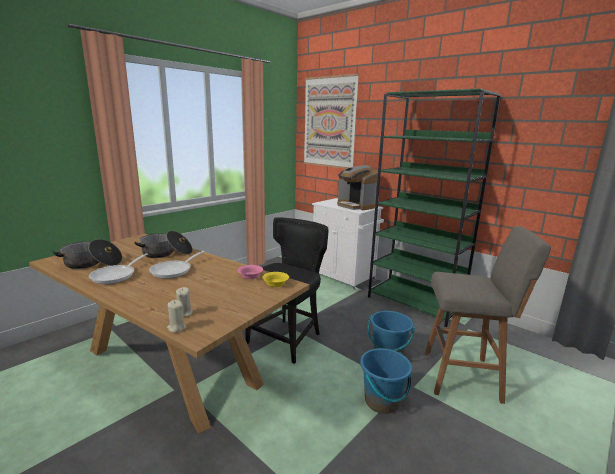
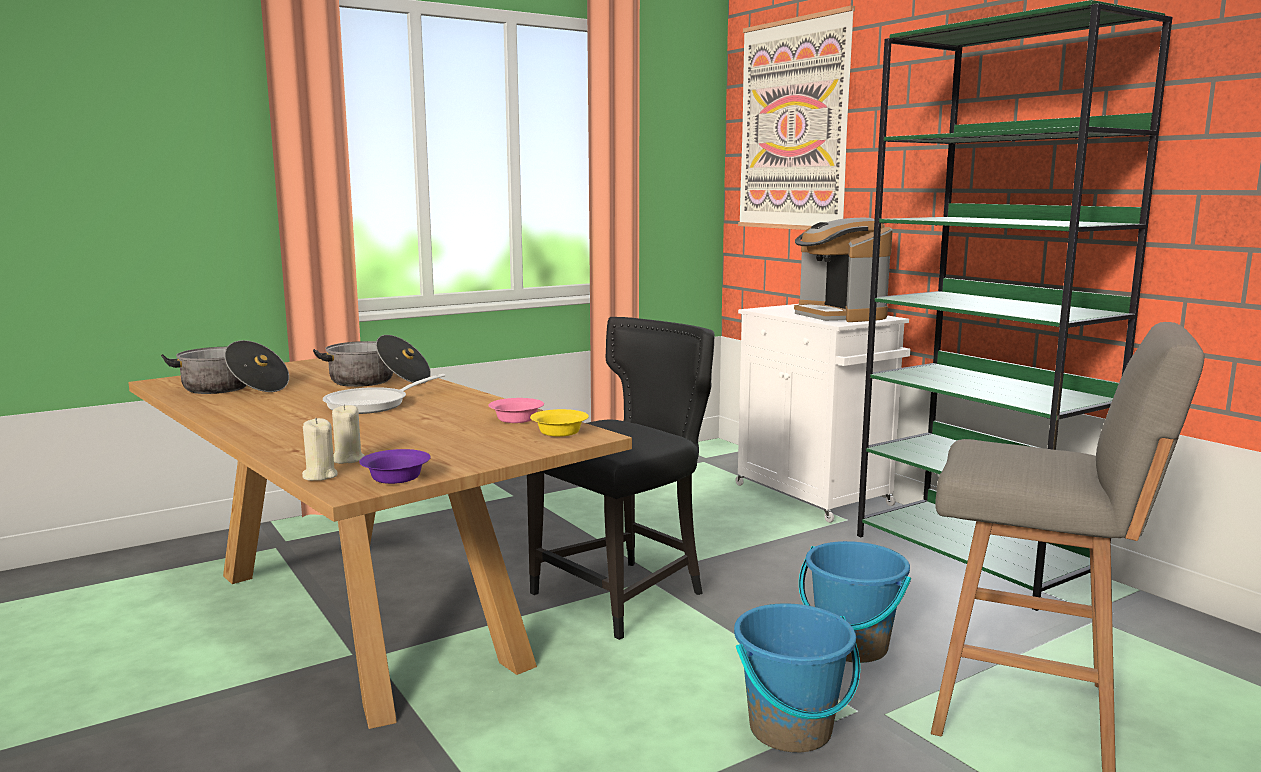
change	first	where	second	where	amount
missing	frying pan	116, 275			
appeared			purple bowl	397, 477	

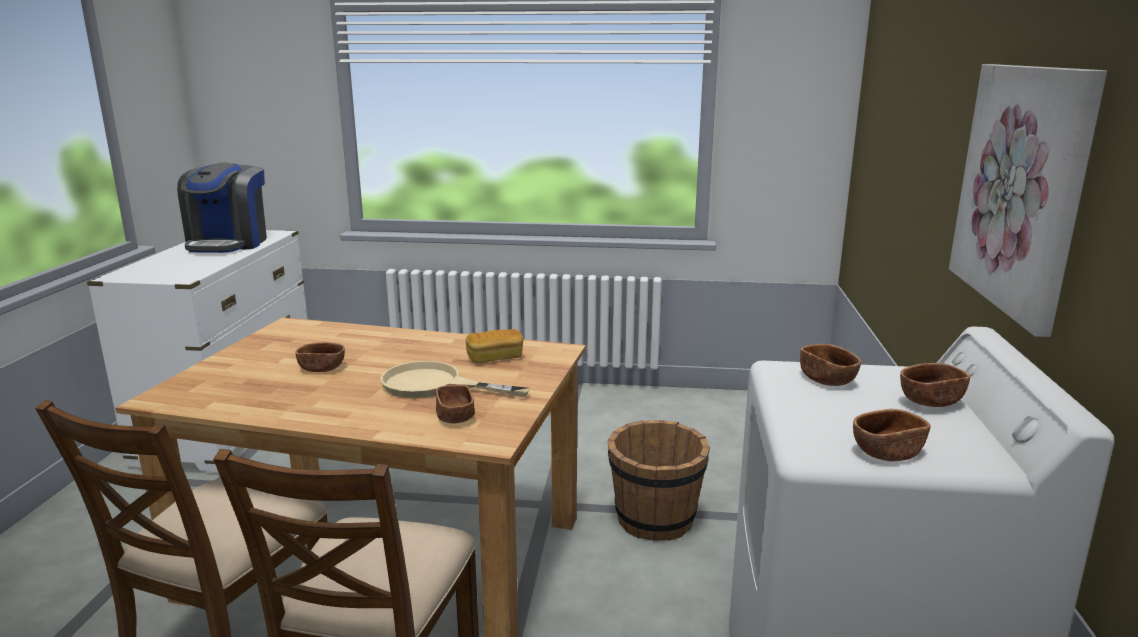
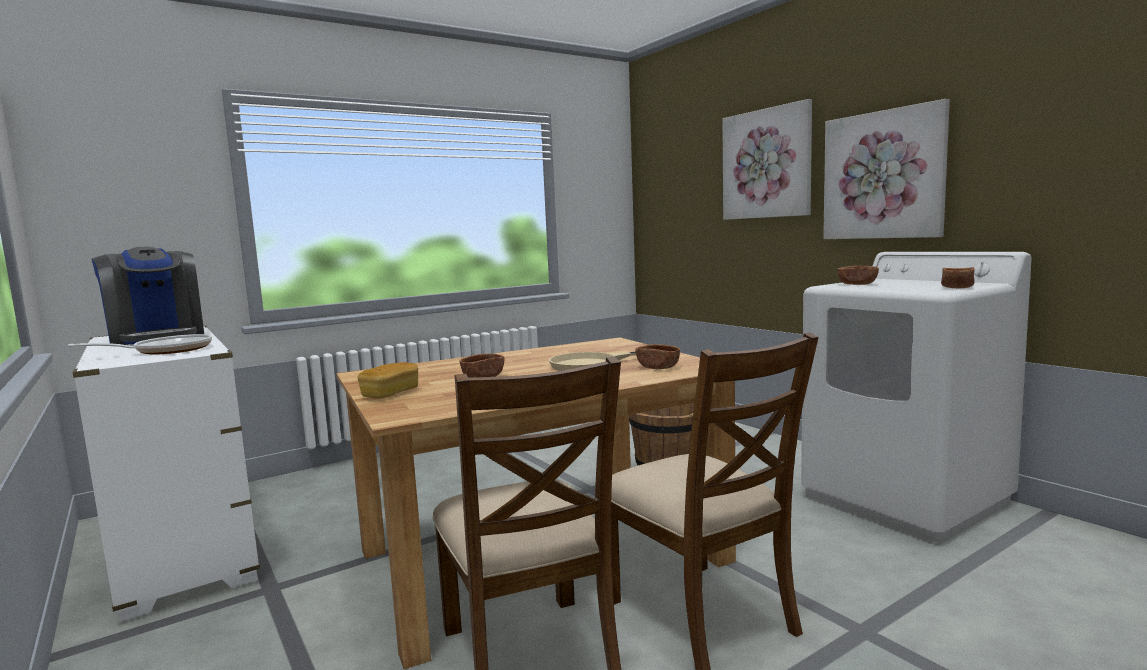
change	first	where	second	where	amount
relocated	bread	495, 358		390, 393	
missing	brown bowl	931, 401			
appeared			picture	767, 164	
appeared			frying pan	166, 351	

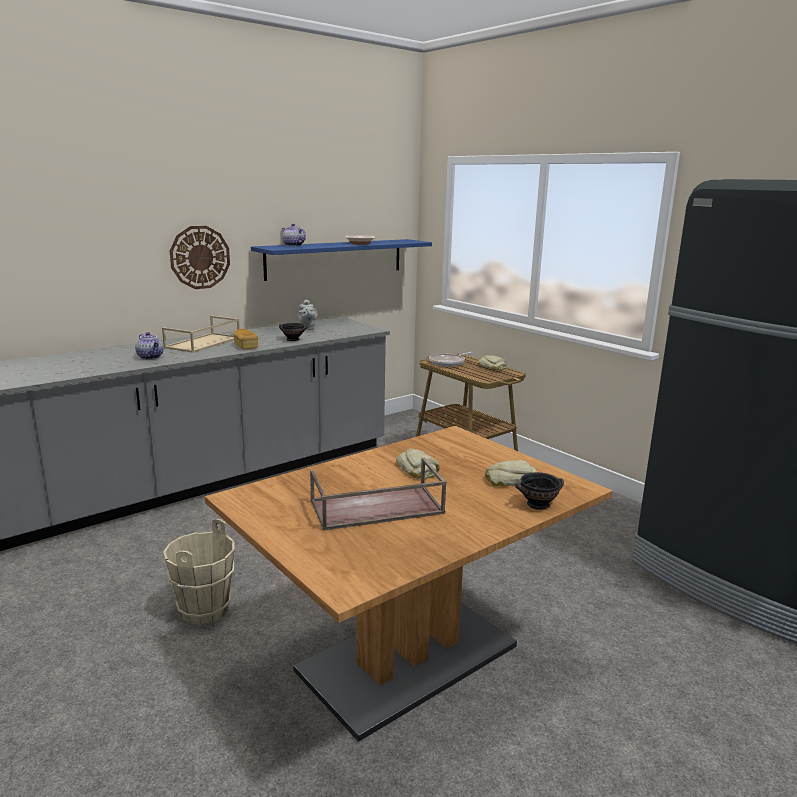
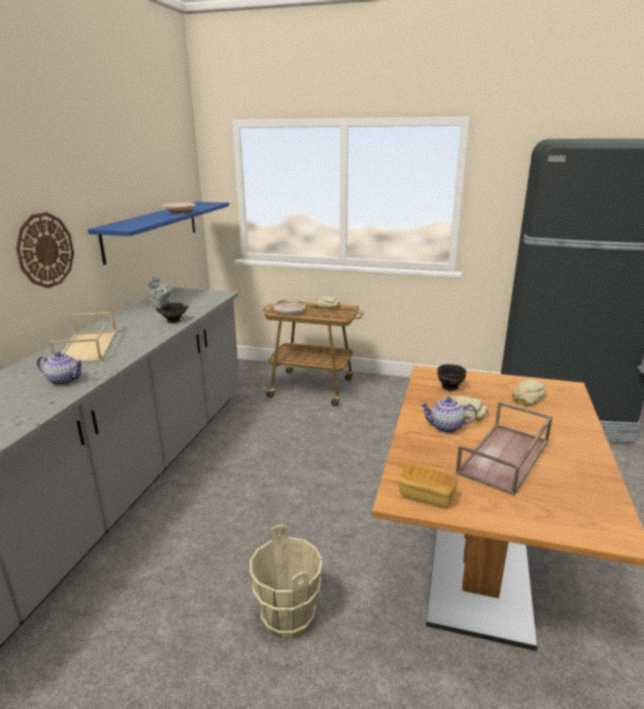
change	first	where	second	where	amount
relocated	teapot	293, 245		446, 427	
relocated	bread	246, 346		426, 496	
relocated	black bowl	537, 504		449, 387	

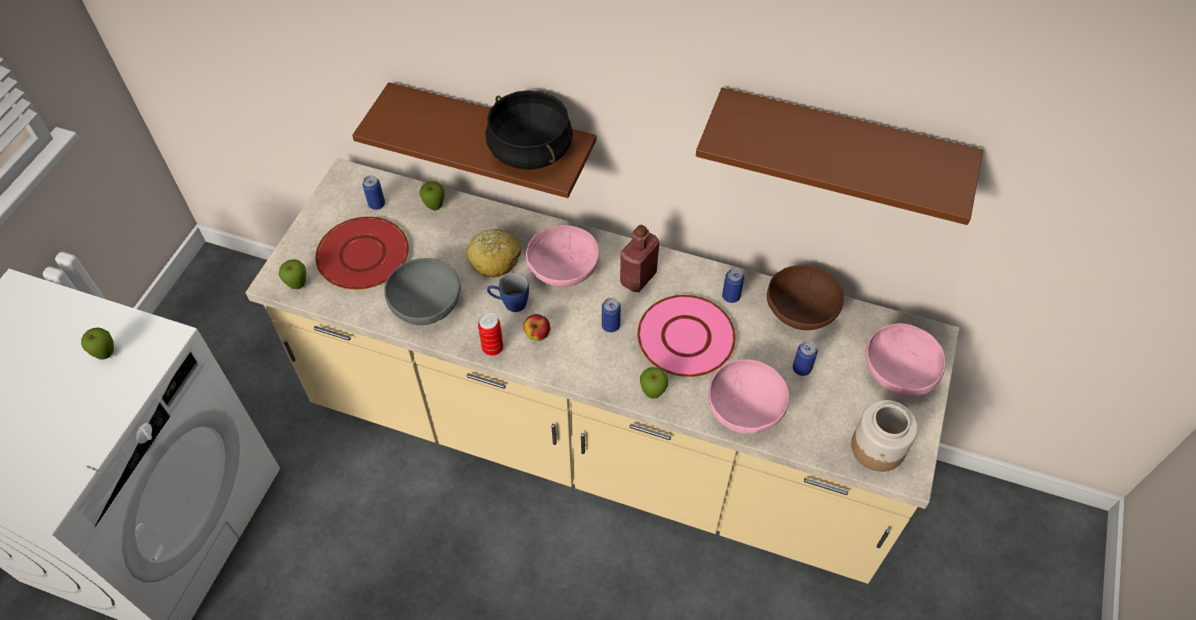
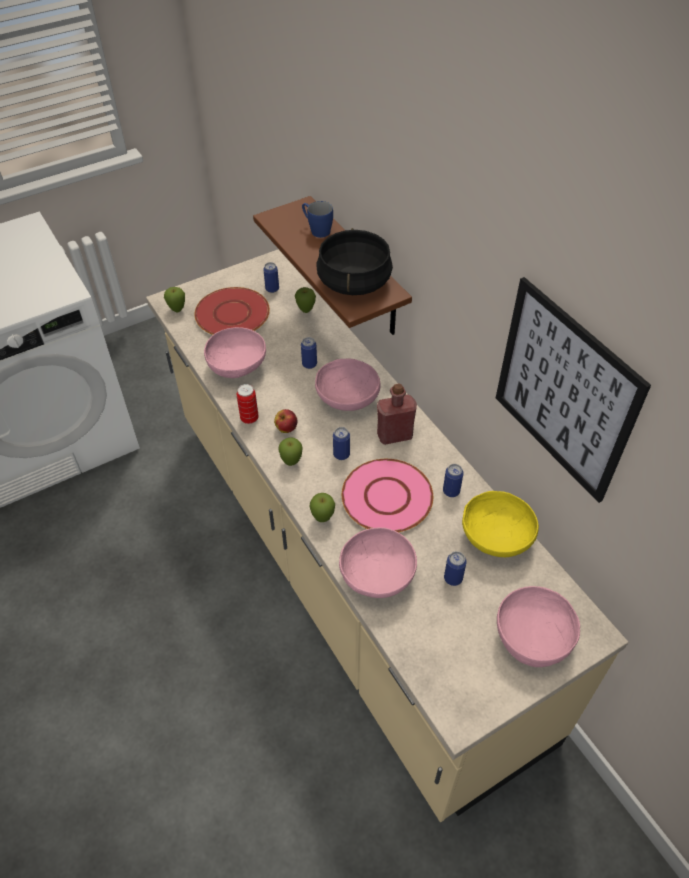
change	first	where	second	where	amount
exchanged	brown shelf	840, 149	picture	564, 391	
exchanged	bread	494, 259	can	309, 364	
colour	grey bowl	427, 305	pink bowl	238, 367	
colour	brown bowl	800, 312	yellow bowl	495, 538	
relocated	blue mug	509, 303		316, 230	
relocated	apple	107, 355		291, 462	
missing	jar	878, 448			

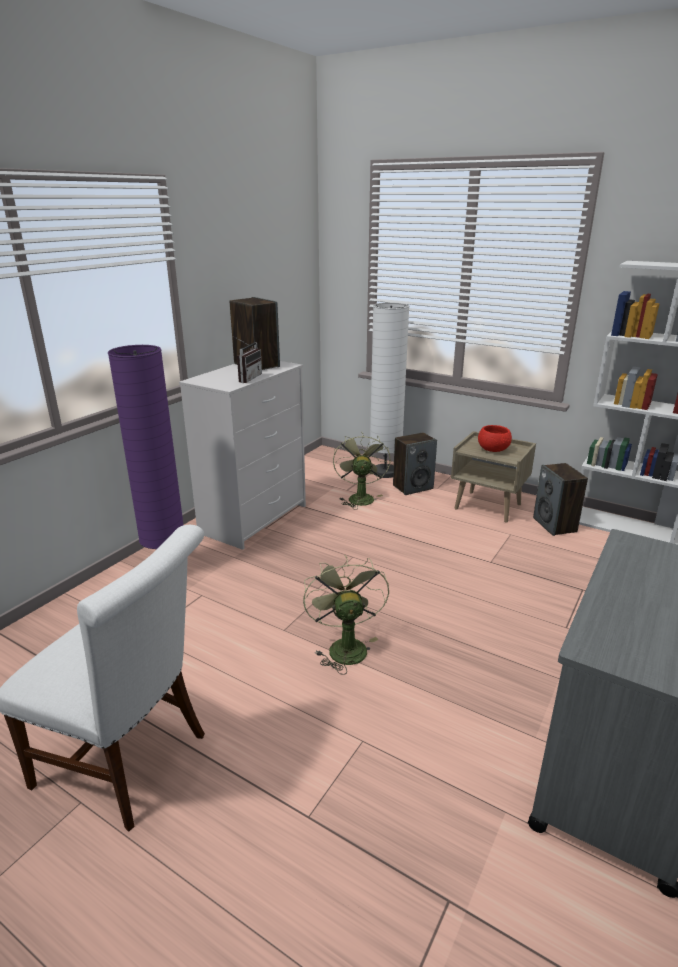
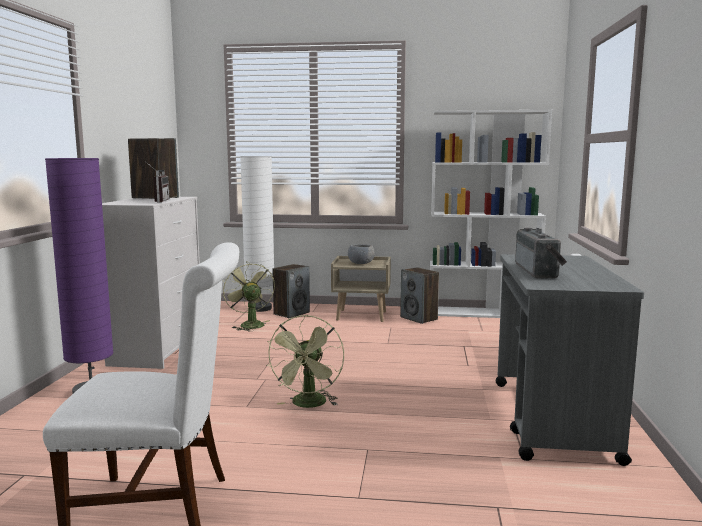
change	first	where	second	where	amount
colour	red bowl	493, 449	grey bowl	361, 263	
spun	green fan	344, 646		308, 405	135 degrees counterclockwise
appeared			radio	540, 271	

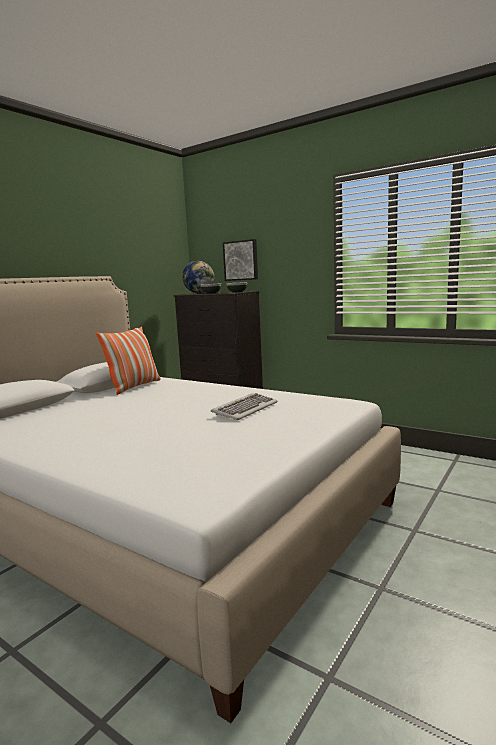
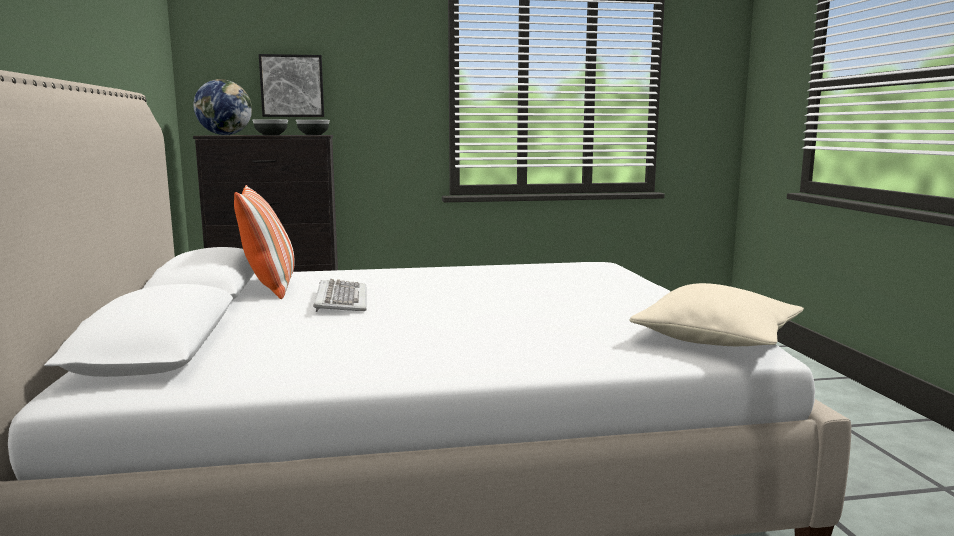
change	first	where	second	where	amount
relocated	keyboard	245, 409		340, 300	
appeared			beige pillow	716, 339	

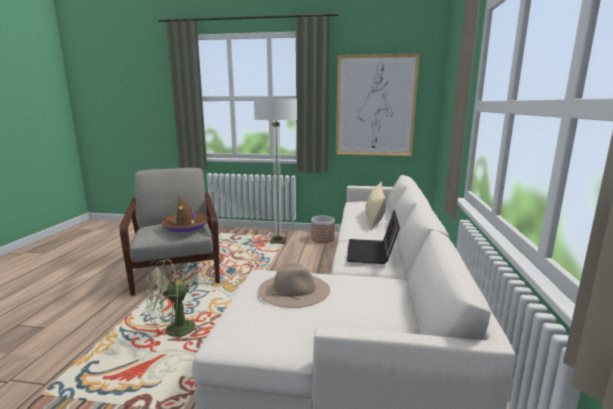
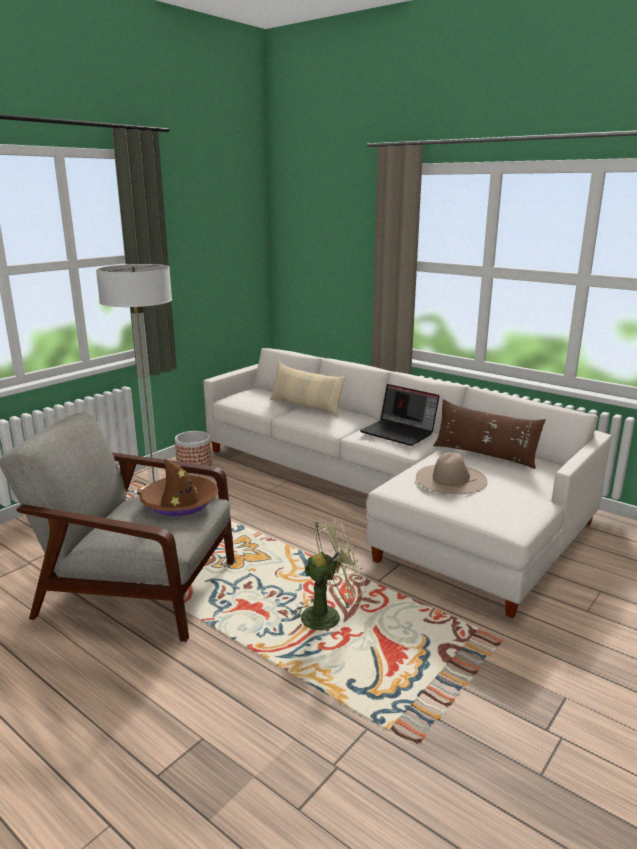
change	first	where	second	where	amount
missing	picture	375, 106			
spun	green fan	174, 332		328, 615	105 degrees counterclockwise
appeared			brown pillow	484, 455	

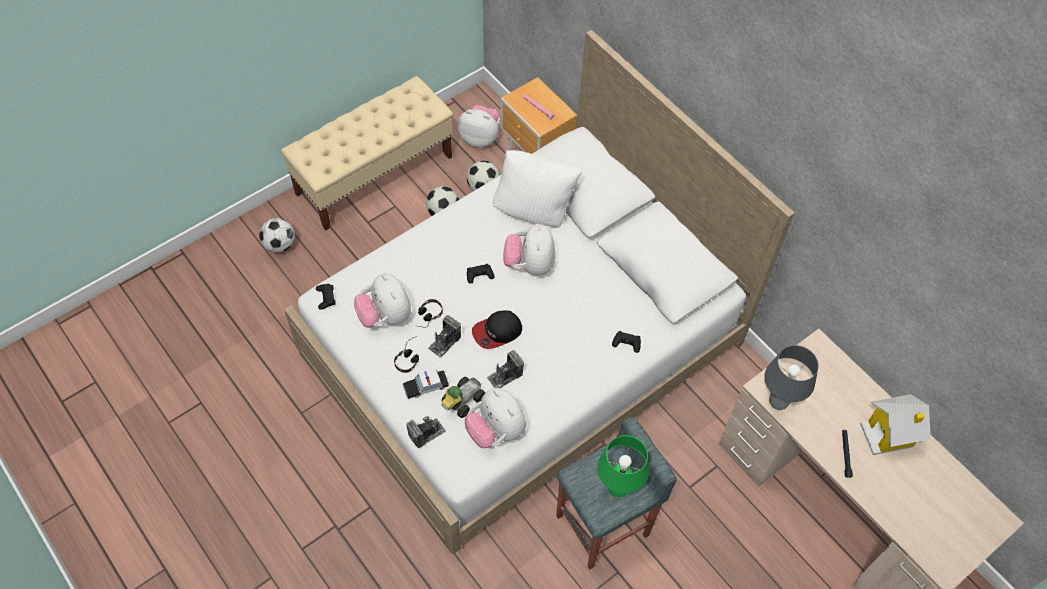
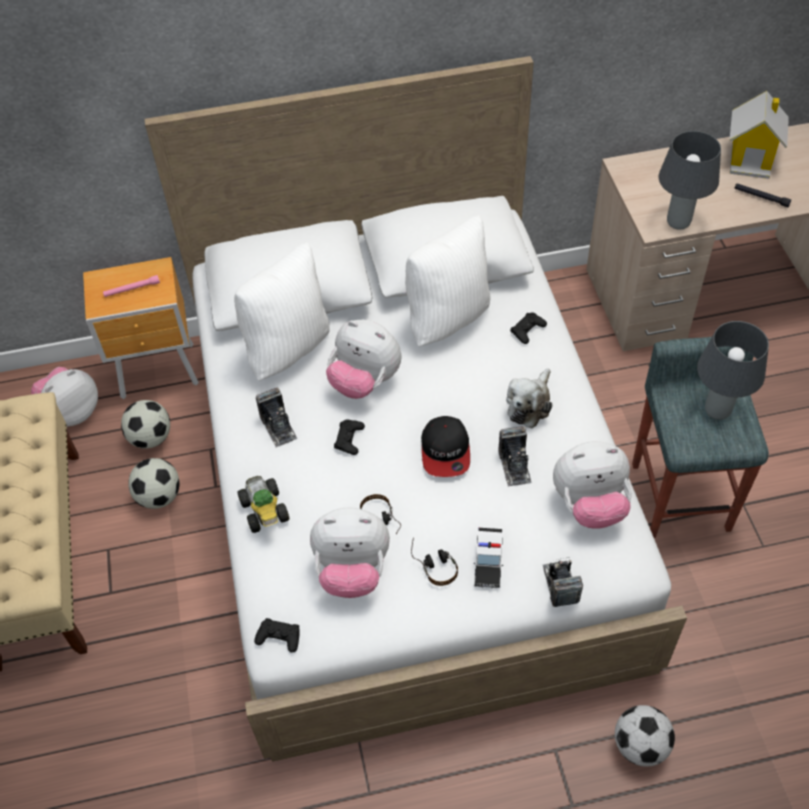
change	first	where	second	where	amount
relocated	football	279, 245		640, 745	
relocated	photo camera	444, 342		278, 427	
relocated	toy car	461, 401		264, 513	
colour	green table lamp	617, 488	grey table lamp	717, 411	
appeared			white pillow	447, 318	
appeared			plush toy	529, 404	

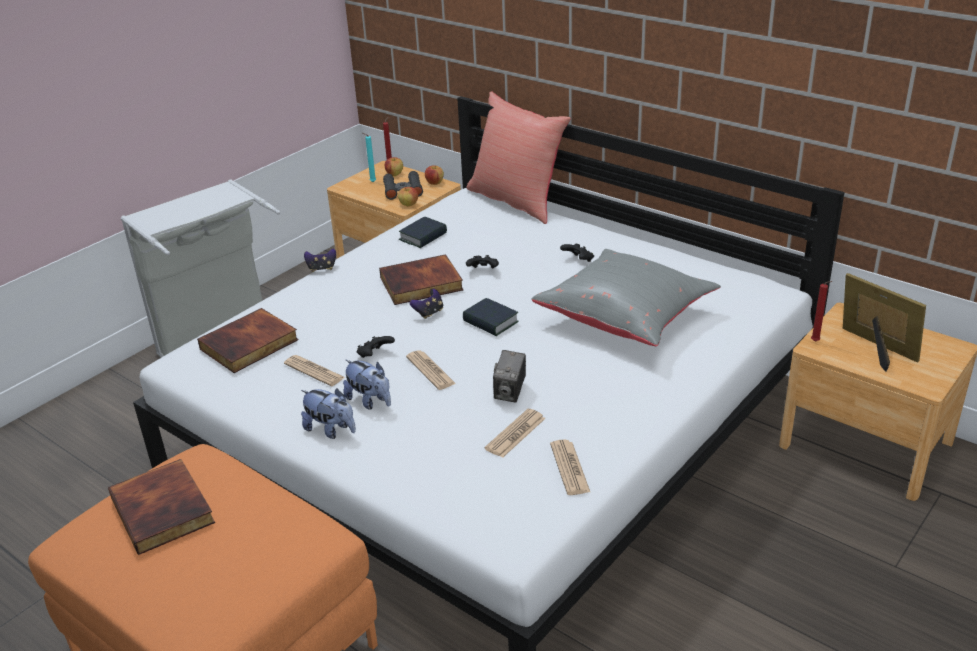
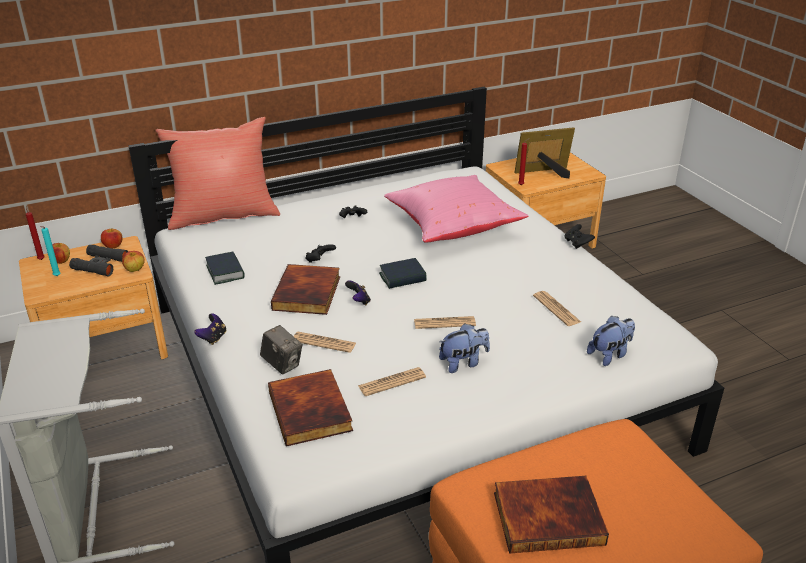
change	first	where	second	where	amount
colour	grey pillow	626, 318	pink pillow	452, 226	
relocated	black game controller	375, 355		577, 243	
relocated	photo camera	510, 392		282, 364	
relocated	plush toy	331, 430		610, 355	
relocated	newspaper	569, 468		324, 342	

